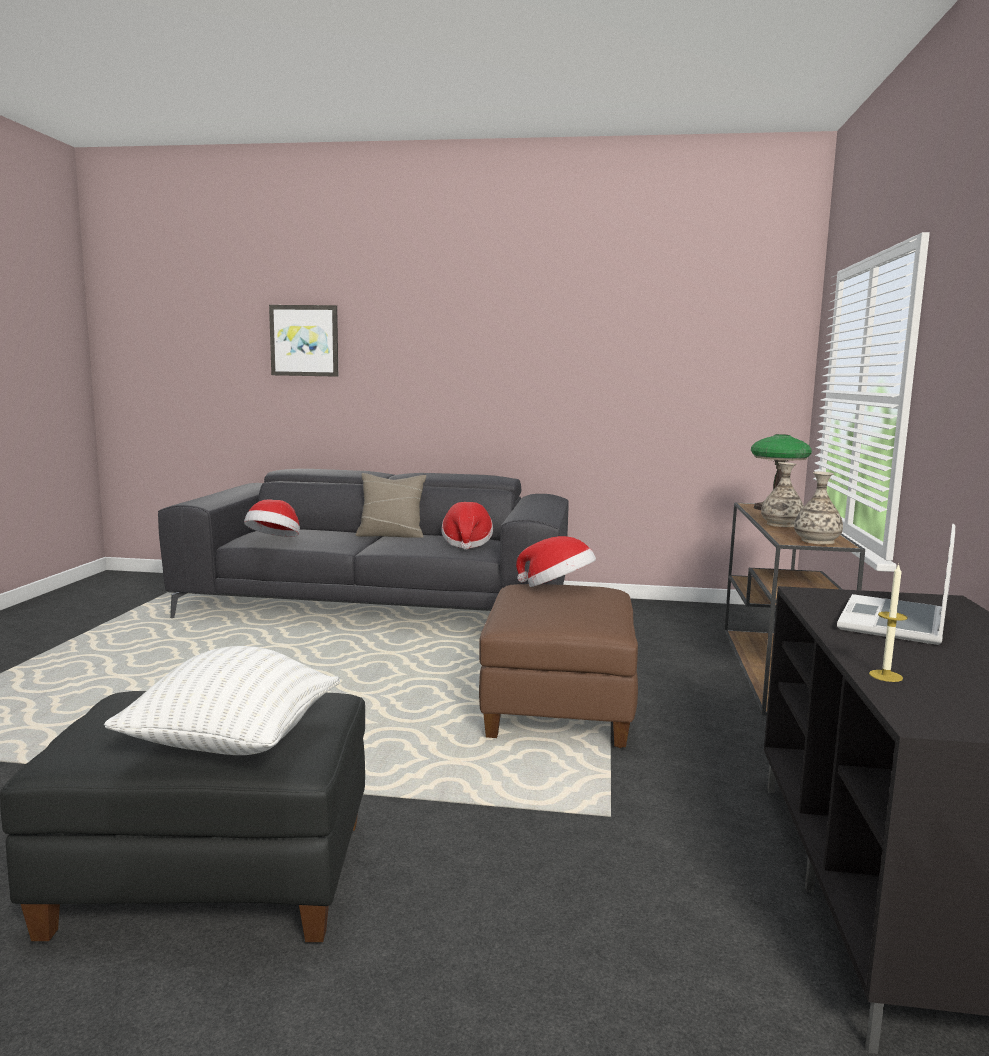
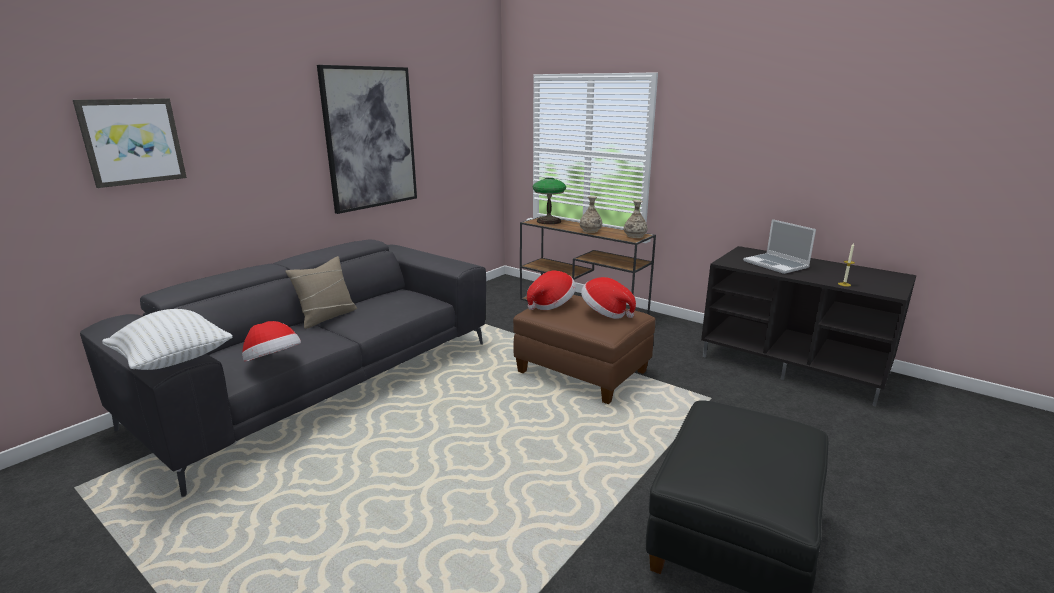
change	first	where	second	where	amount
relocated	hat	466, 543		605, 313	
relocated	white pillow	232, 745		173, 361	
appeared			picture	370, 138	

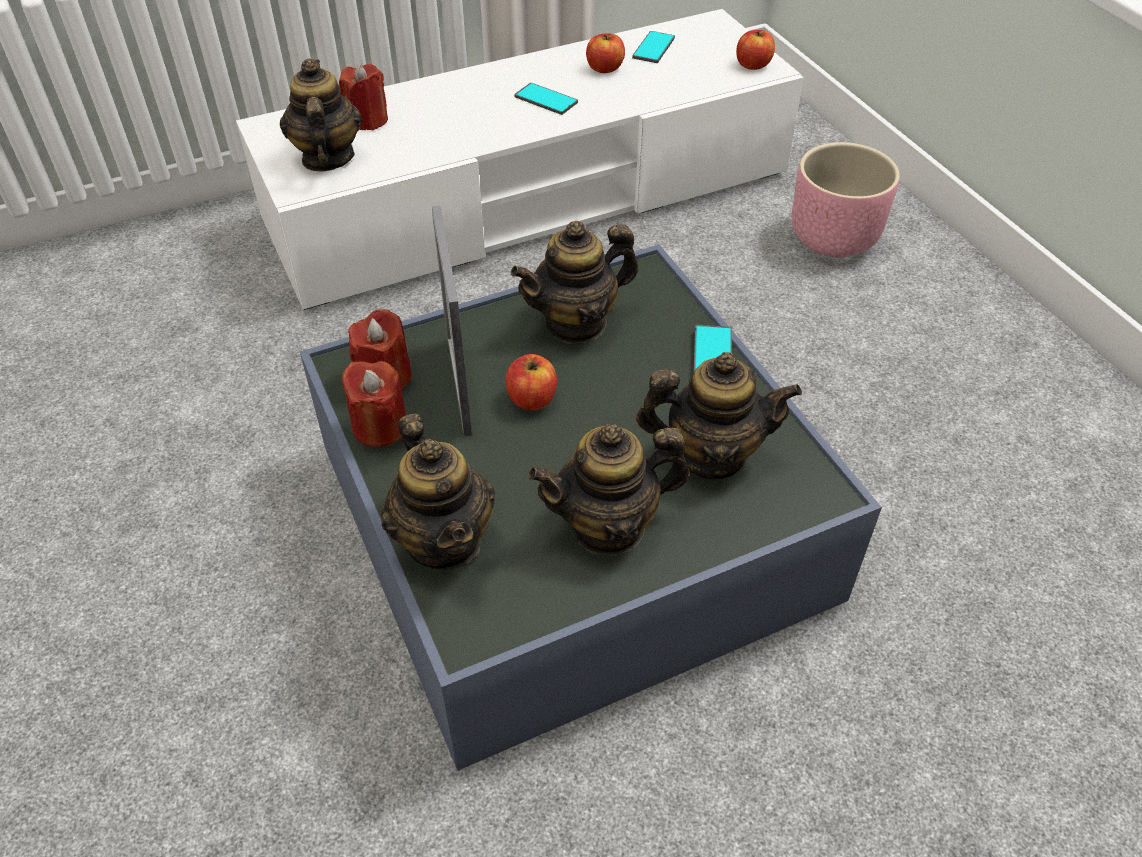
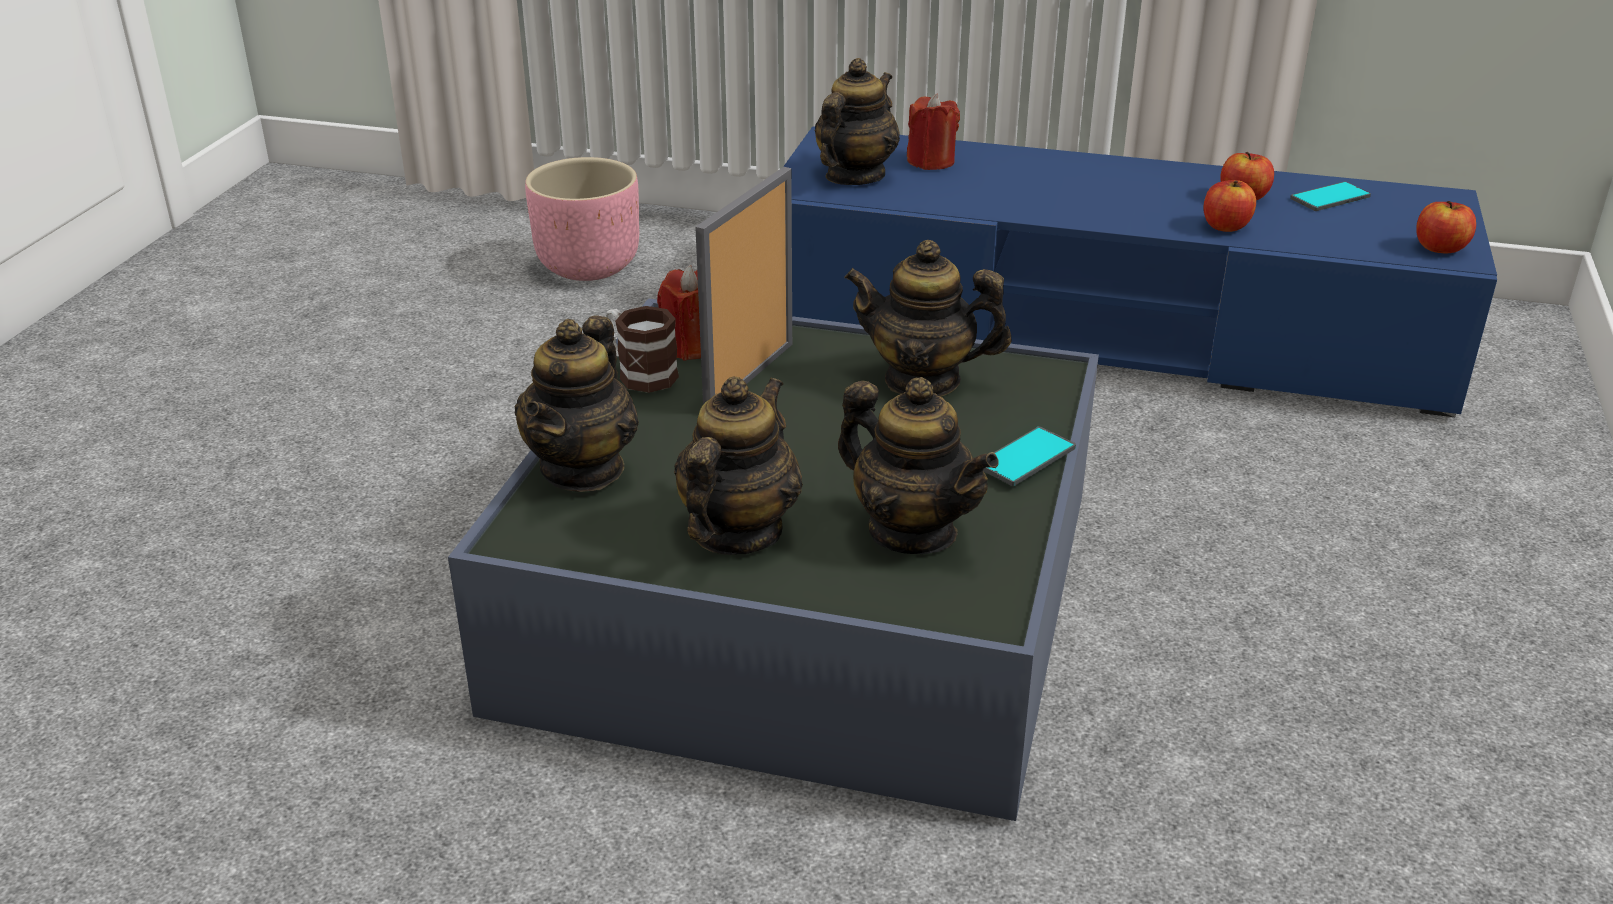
change	first	where	second	where	amount
colour	white tv stand	531, 199	blue tv stand	1103, 329	
missing	phone	546, 100			
relocated	pink planter	833, 240		588, 268	
relocated	apple	531, 399		1225, 226	
exchanged	red candle	380, 427	mug	640, 373	
spun	teapot	608, 526		737, 532	90 degrees clockwise

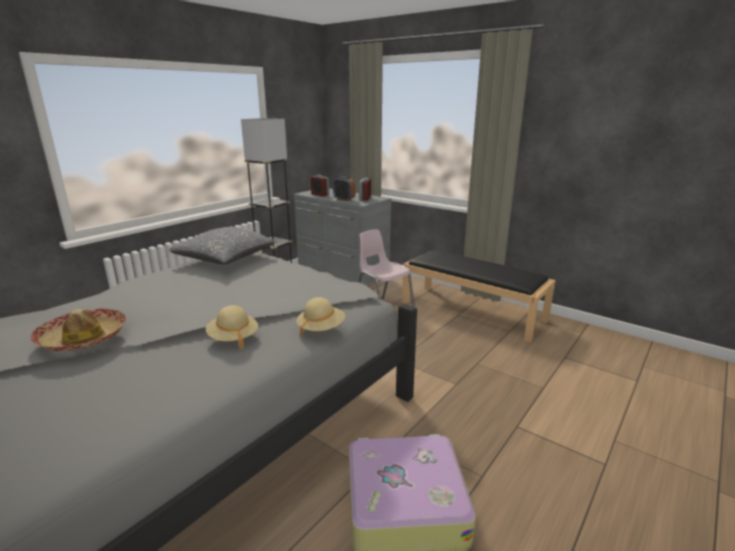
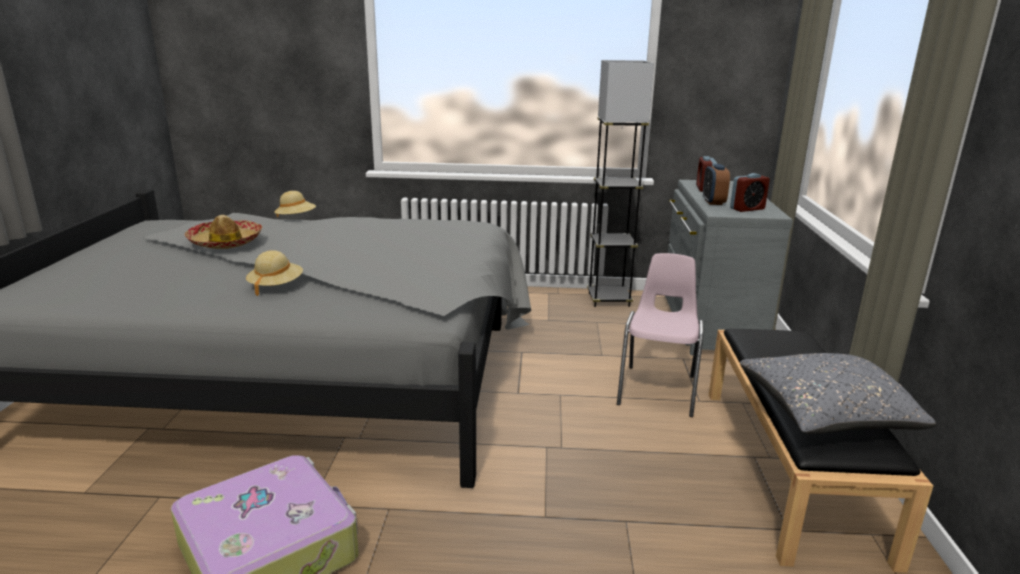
change	first	where	second	where	amount
relocated	grey pillow	225, 260		825, 414	
relocated	beige hat	321, 328		296, 218	

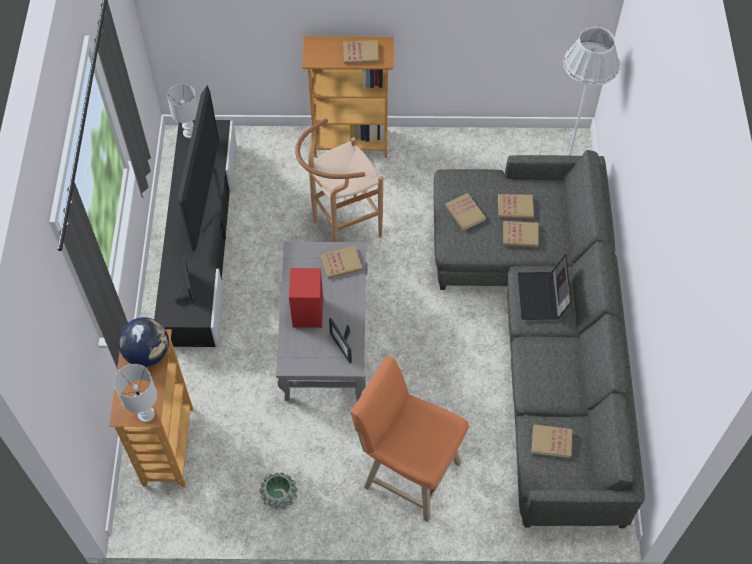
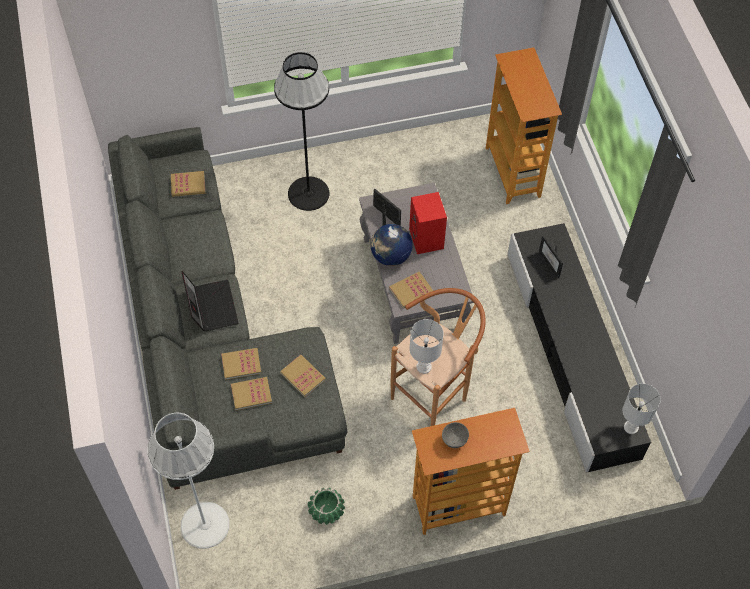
change	first	where	second	where	amount
exchanged	book	360, 53	grey bowl	455, 441	
missing	television	206, 200			
relocated	globe	148, 353		390, 256	
exchanged	orange stool	407, 472	black floor lamp	308, 193	
relocated	white table lamp	146, 413		424, 367	
relocated	green planter	279, 495		327, 511	

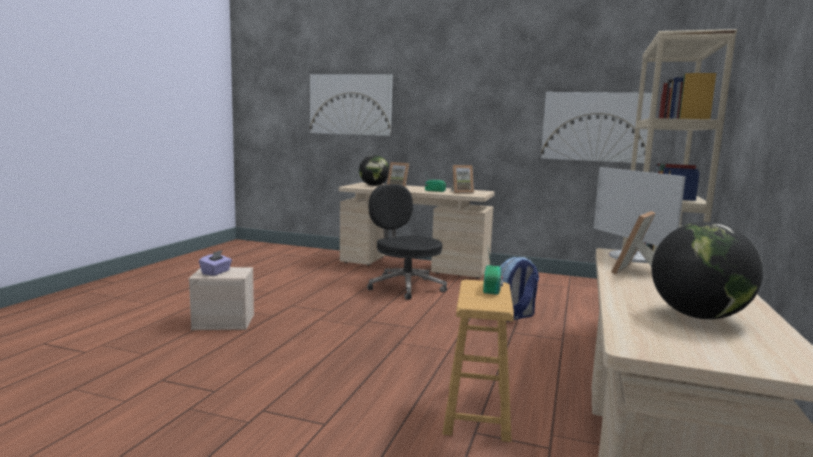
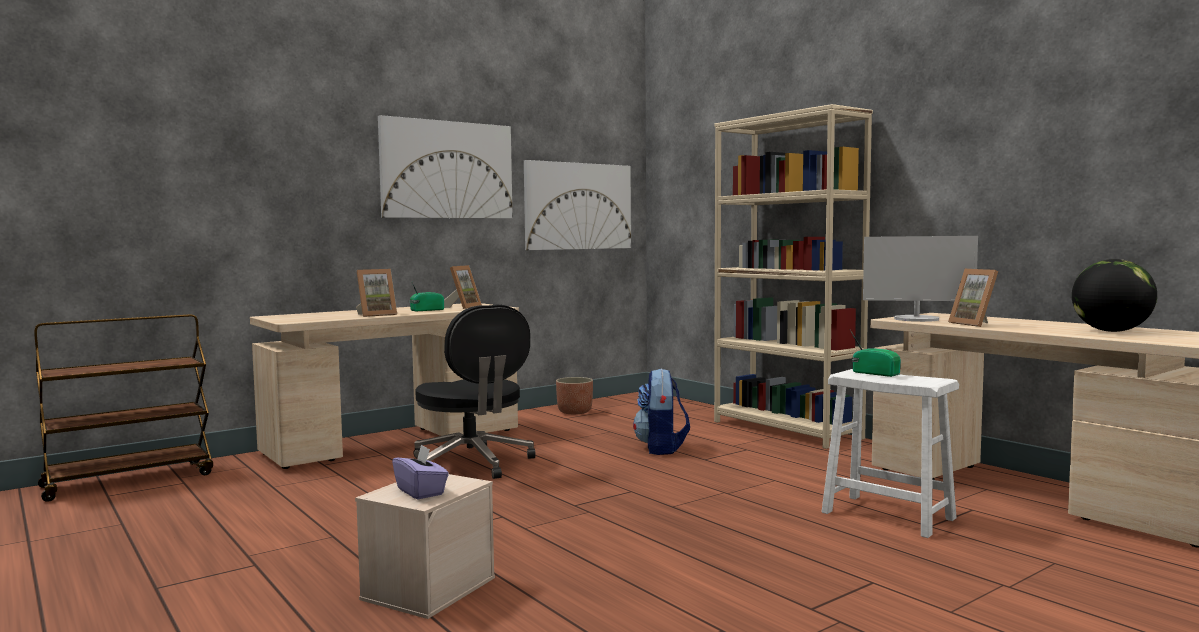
change	first	where	second	where	amount
relocated	picture	350, 104		447, 170	
missing	globe	374, 185			
spun	black office chair	405, 286		472, 463	120 degrees counterclockwise
colour	brown stool	477, 412	white stool	887, 516	
appeared			brown cart	130, 480	
appeared			planter	575, 412	

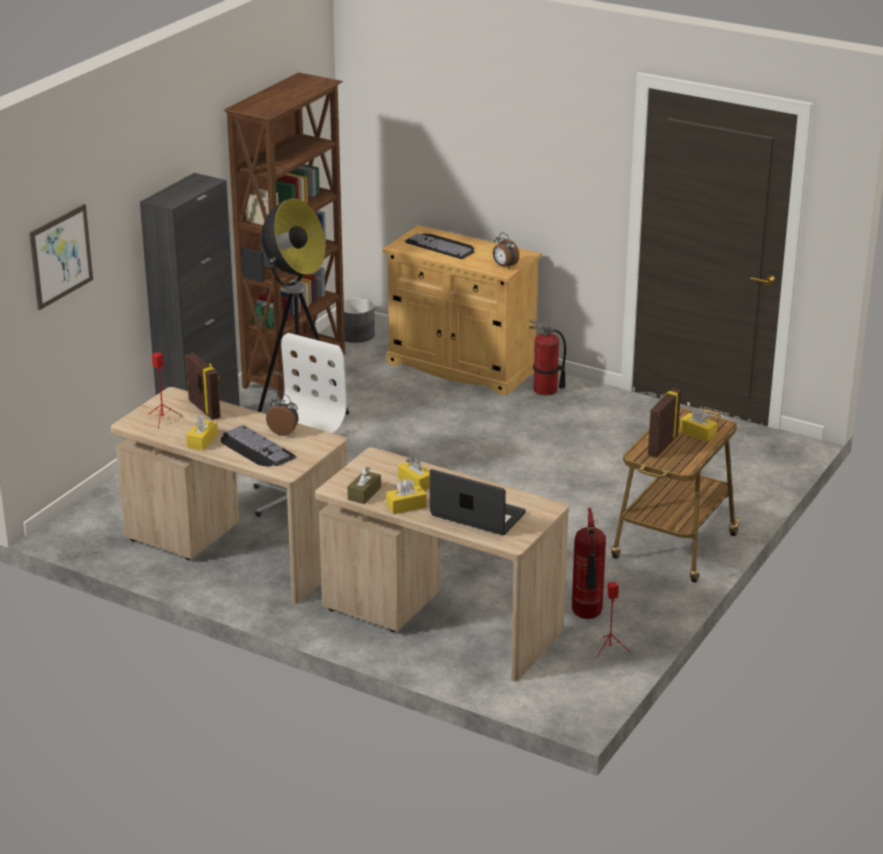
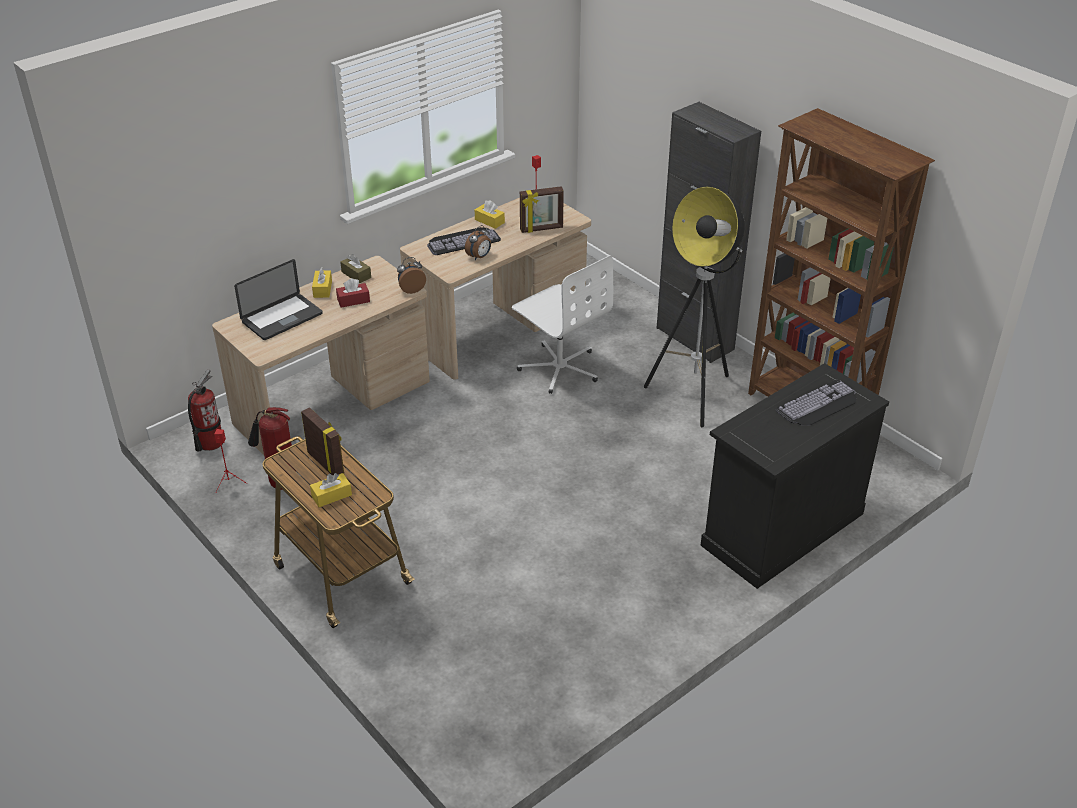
change	first	where	second	where	amount
missing	picture	61, 256			
colour	beige cabinet	461, 366	black cabinet	782, 529	
relocated	alarm clock	504, 266		411, 289	
missing	grey planter	356, 334			
relocated	fire extinguisher	545, 390		210, 442	
colour	yellow tissue box	416, 482	red tissue box	353, 300	

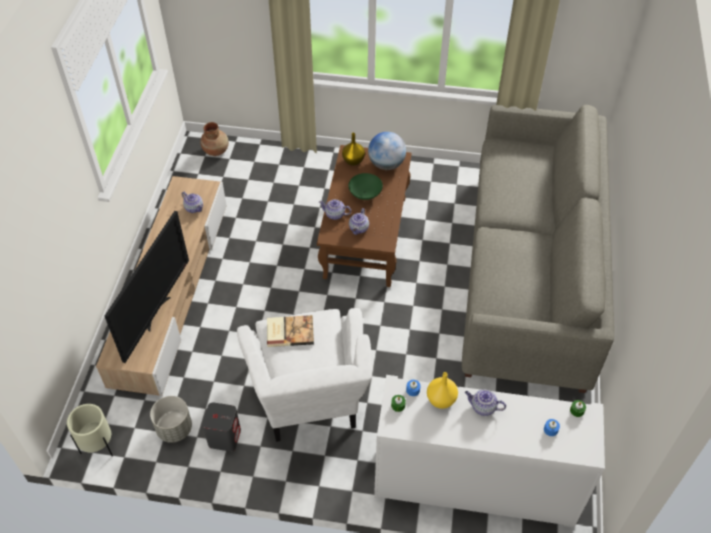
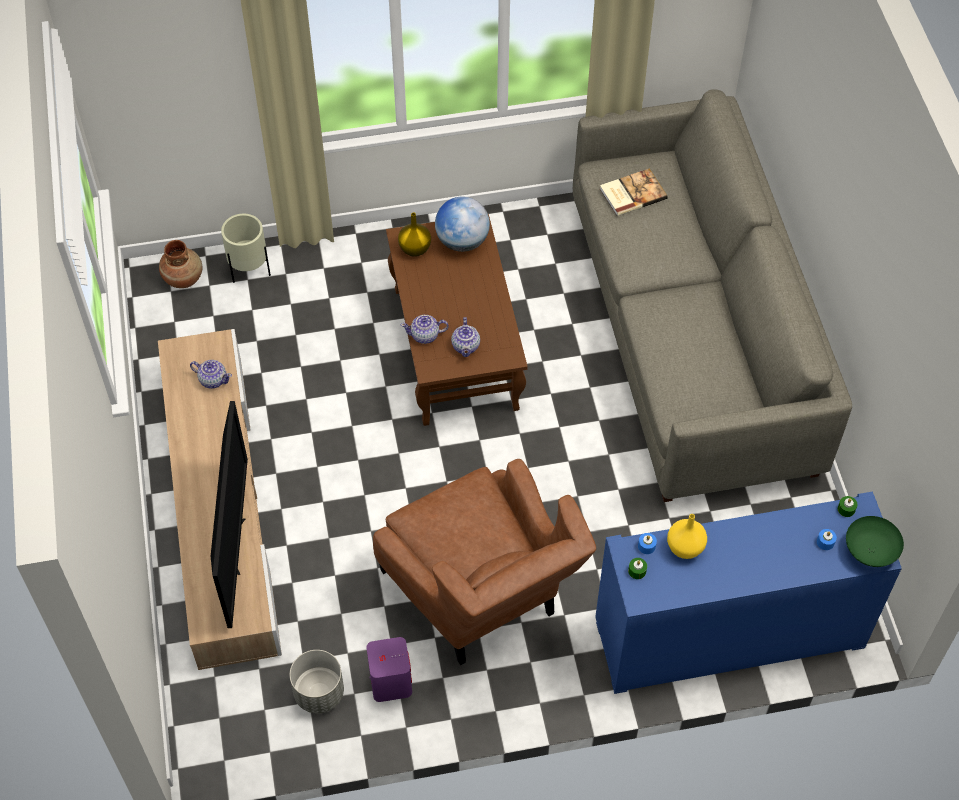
change	first	where	second	where	amount
relocated	green bowl	365, 194		871, 551	
colour	white armchair	310, 403	brown armchair	481, 600	
relocated	book	289, 331		632, 193	
colour	white cabinet	475, 482	blue cabinet	729, 633	
missing	teapot	482, 407			
colour	grey speaker	224, 437	purple speaker	390, 681	
relocated	beige planter	99, 447		250, 271	

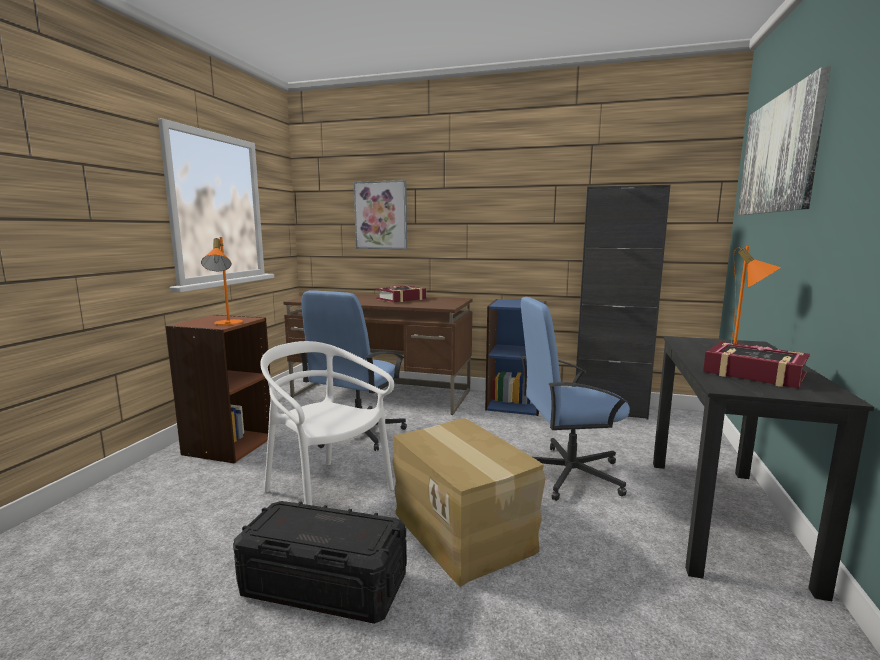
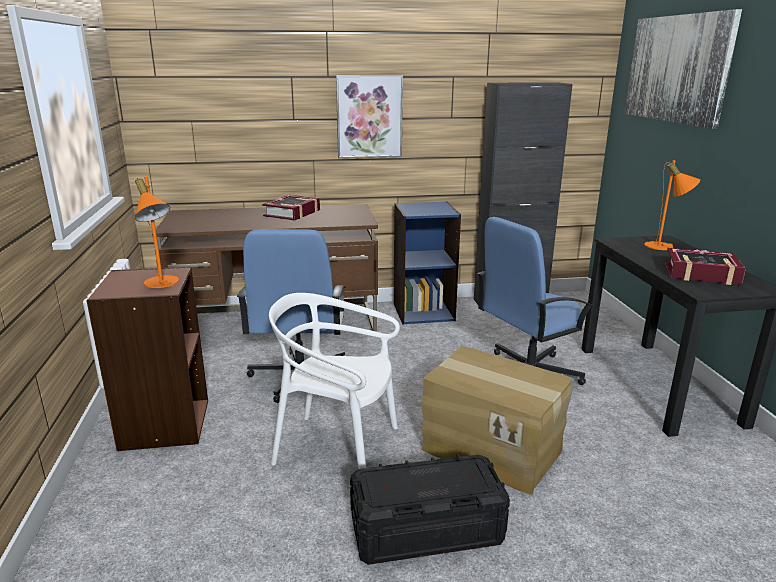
change	first	where	second	where	amount
relocated	picture	381, 215		369, 117	

